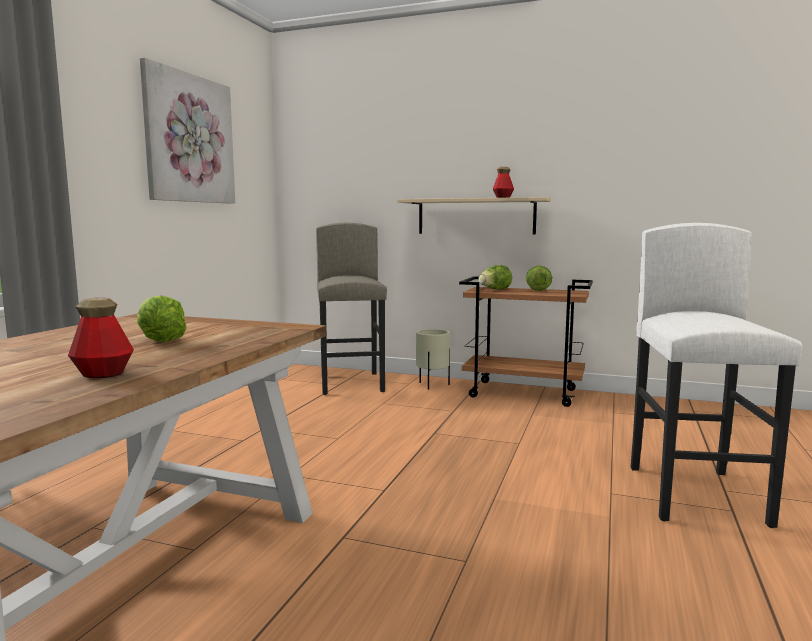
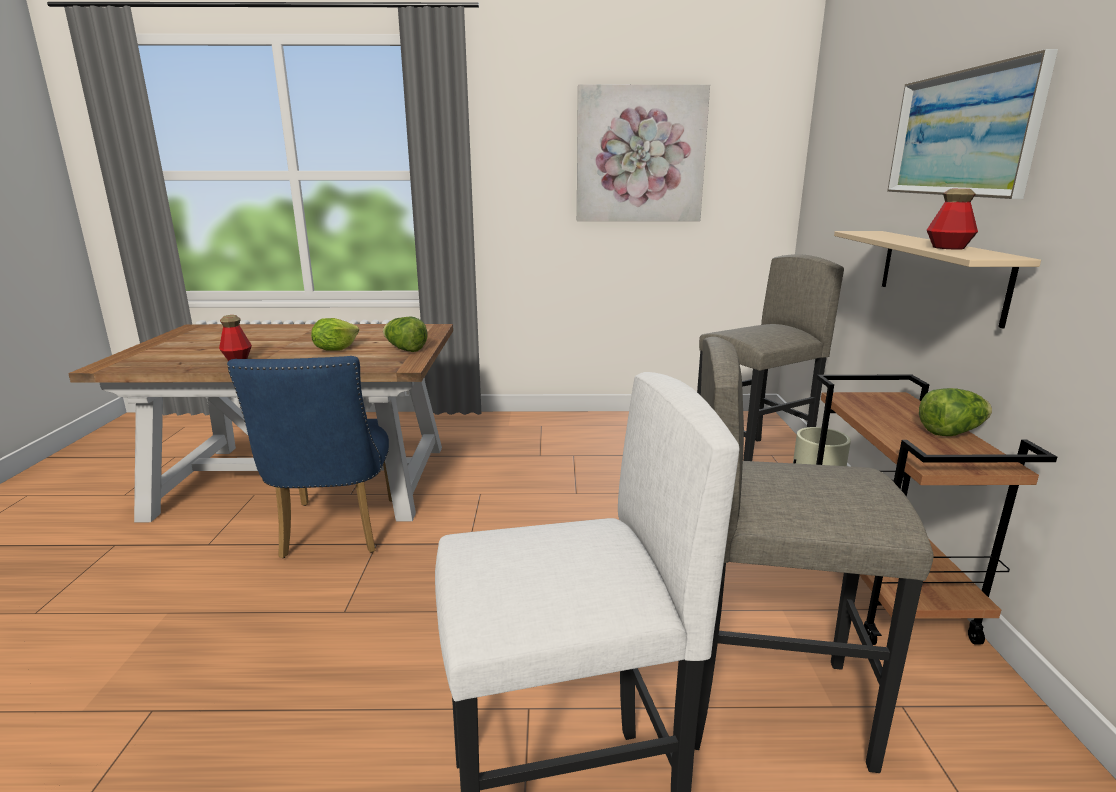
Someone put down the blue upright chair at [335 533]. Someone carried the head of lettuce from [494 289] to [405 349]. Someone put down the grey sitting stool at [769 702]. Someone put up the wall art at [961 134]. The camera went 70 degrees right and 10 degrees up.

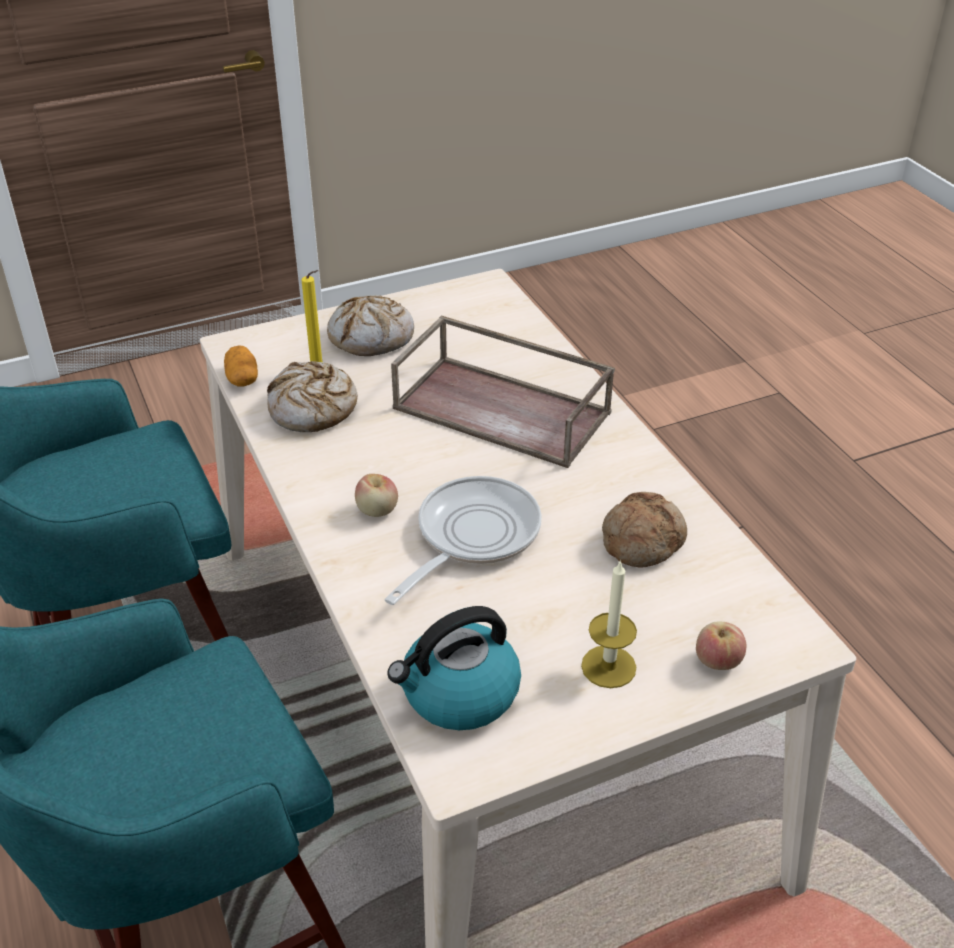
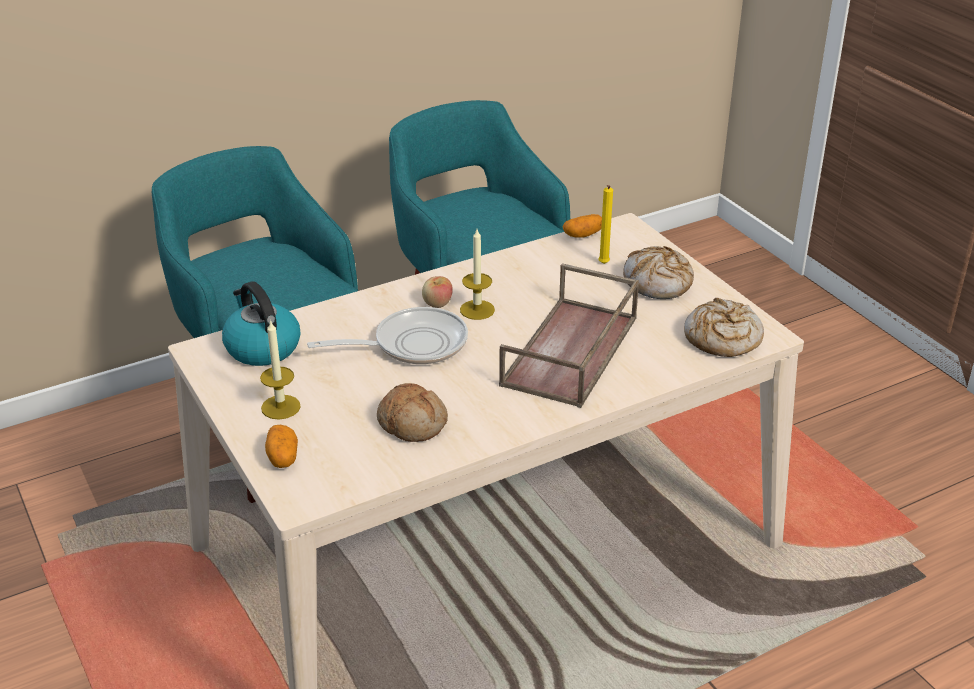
Someone swapped the whole apple at [717 661] for the spud at [282 457]. Someone rotated the pan at [471 536] by 45 degrees counterclockwise. Someone put down the wax candle at [477 310]. Someone carried the bakery bread from [312 408] to [722 339]. The camera went 85 degrees right and 5 degrees down.

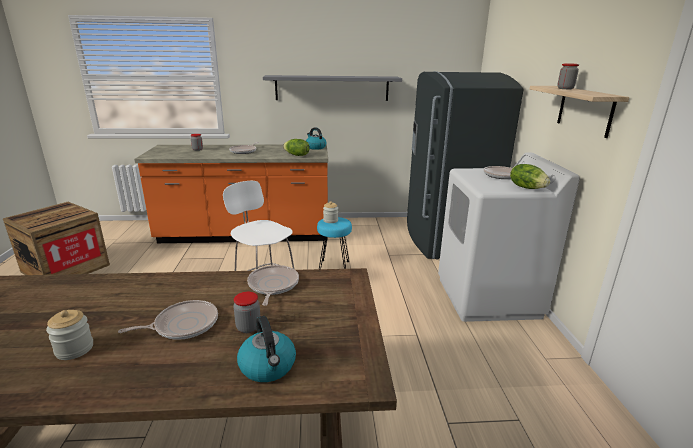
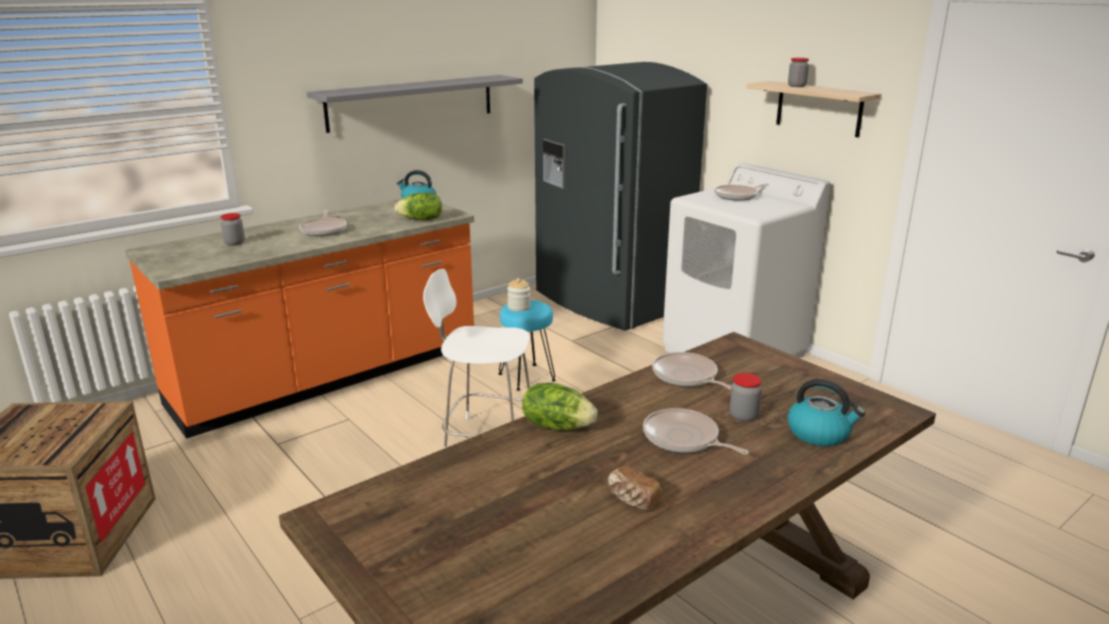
Someone carried the head of lettuce from [527 187] to [557 426]. Someone swapped the storage jar at [74 349] for the bakery bread at [633 500]. Someone rotated the pan at [183 325] by 75 degrees counterclockwise. The camera went 35 degrees left and 0 degrees up.

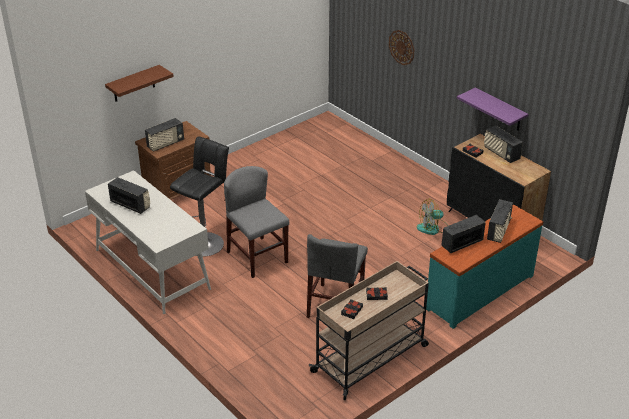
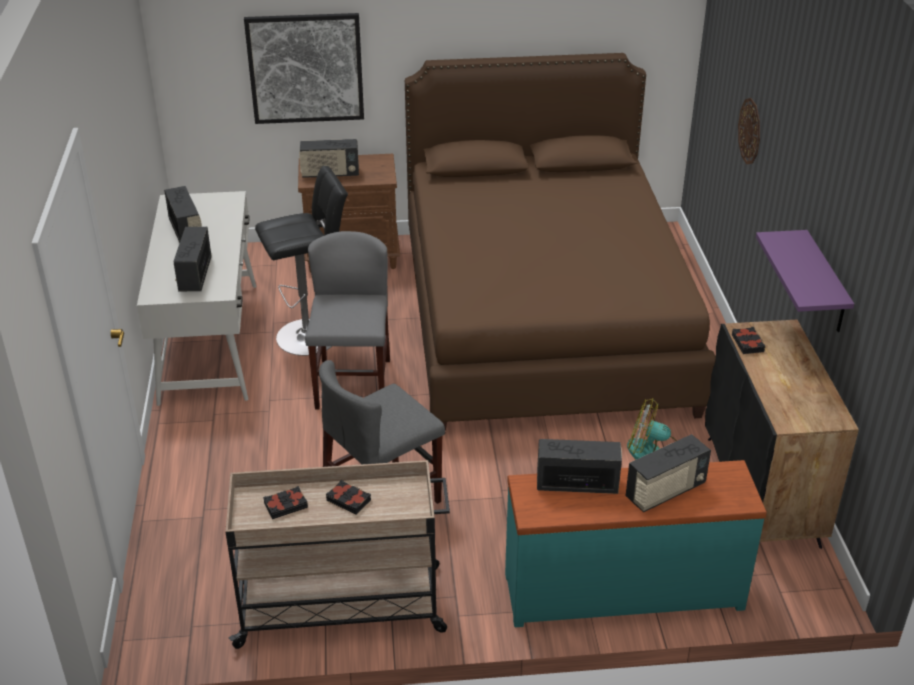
Someone carried the radio from [501 154] to [194 275]. Someone swapped the brown-coloured bracket shelf at [133 84] for the wall art at [305 68]. Someone put down the brown-coloured bedroom bed at [542 319]. The camera went 35 degrees right and 0 degrees up.

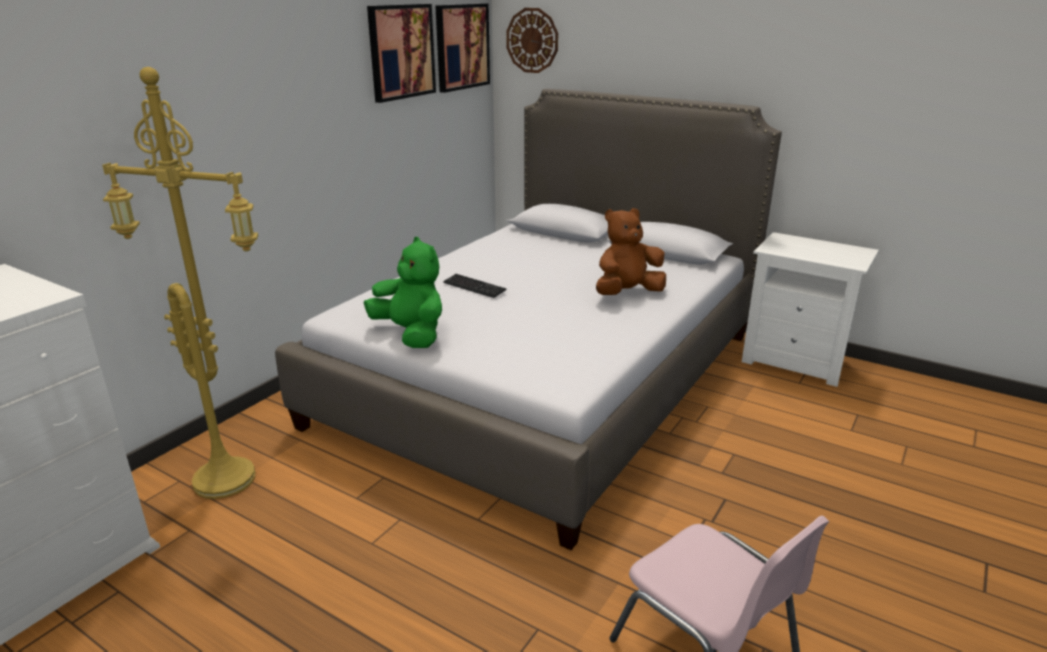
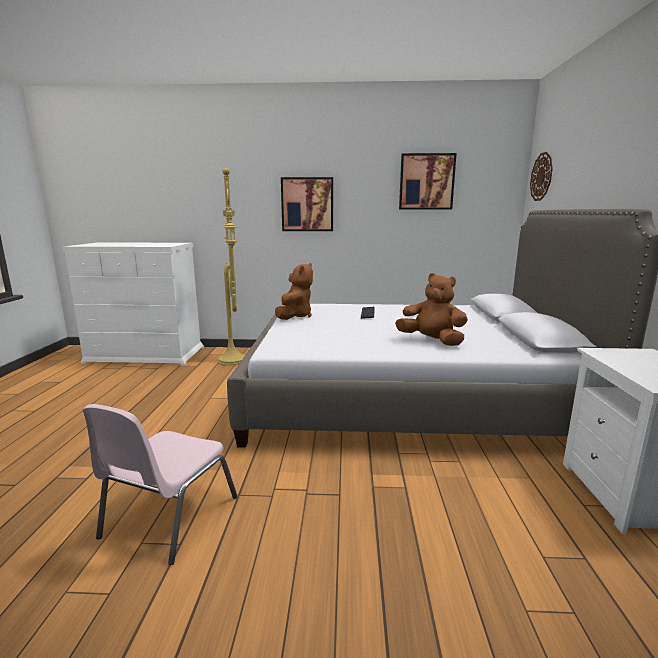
Someone repainted the greenish soft toy at [411 334], which became the brown-coloured soft toy at [295 316]. Someone carried the wall art from [462 47] to [307 204]. The camera went 60 degrees right and 10 degrees down.

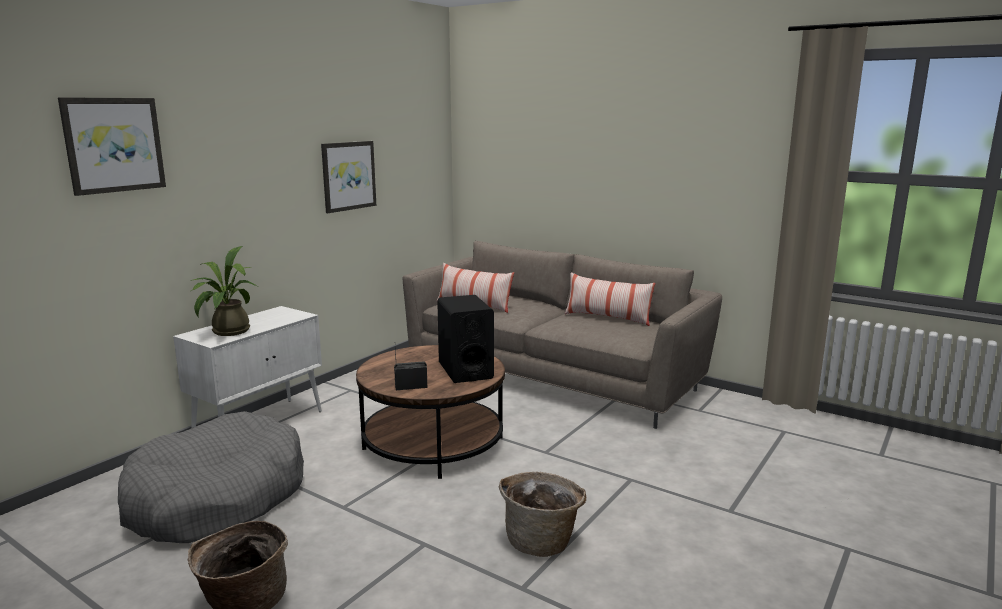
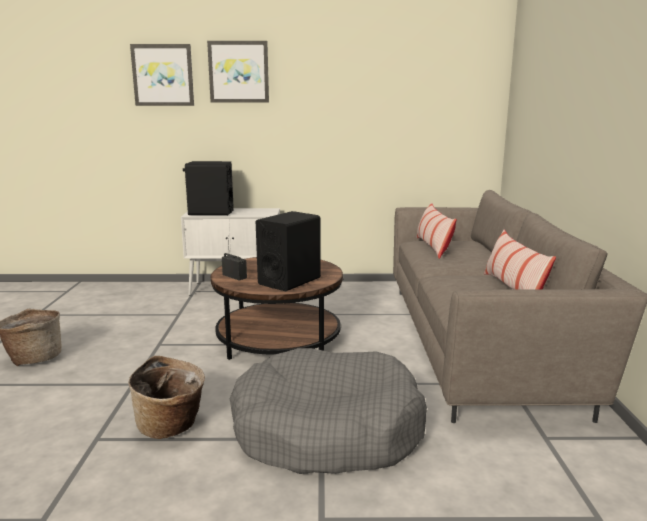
Someone swapped the houseplant at [227 332] for the black-coloured audio speaker at [210 212]. Someone carried the wall art from [348 176] to [238 72]. Someone carried the grey pet bed from [217 497] to [327 430]. The camera went 55 degrees right and 0 degrees up.

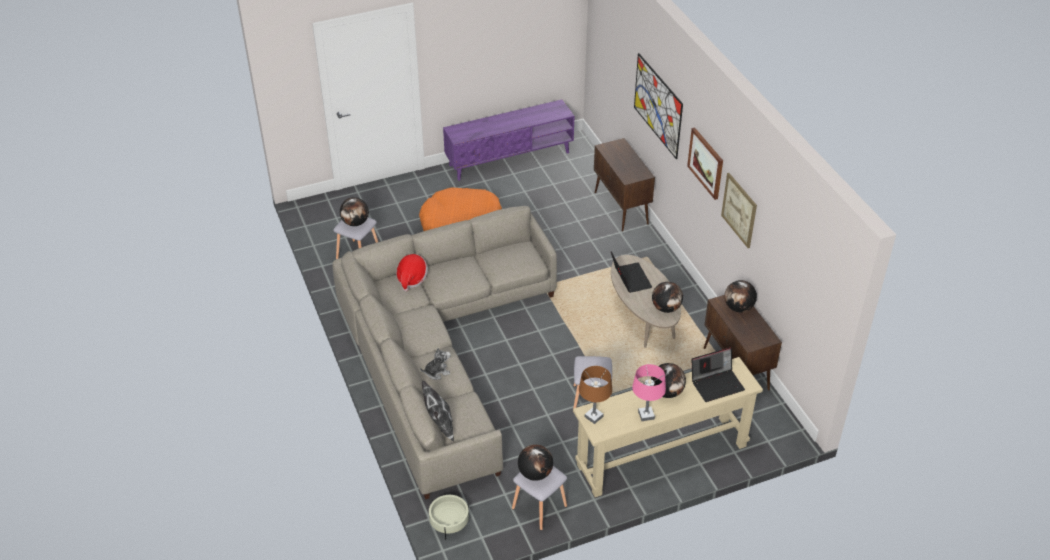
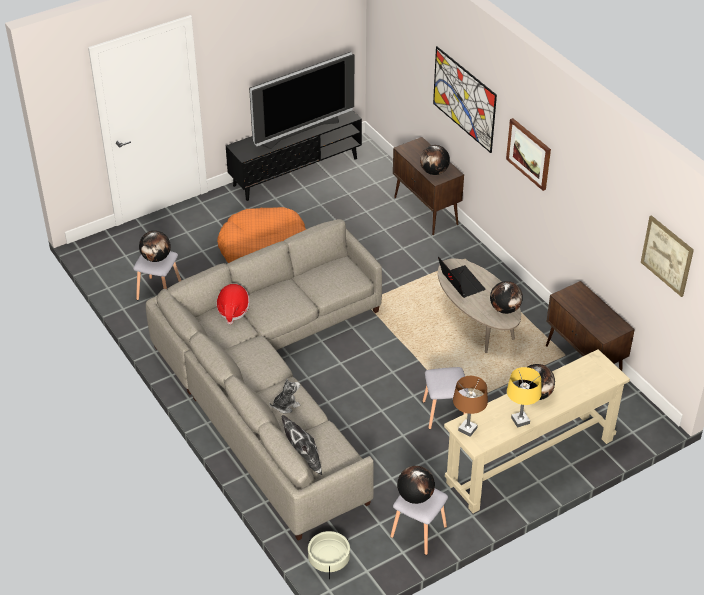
Someone repainted the purple media console at [509 158], which became the black-coloured media console at [296 171]. Someone put down the TV set at [301 131]. Someone carried the desk globe from [738 308] to [434 172]. Someone repainted the pinkish lamp for a table at [646 415], which became the yellow lamp for a table at [520 421]. Someone carried the wall art from [739 210] to [667 255]. Someone took away the portable computer at [717 383]. The camera went 10 degrees left and 0 degrees up.

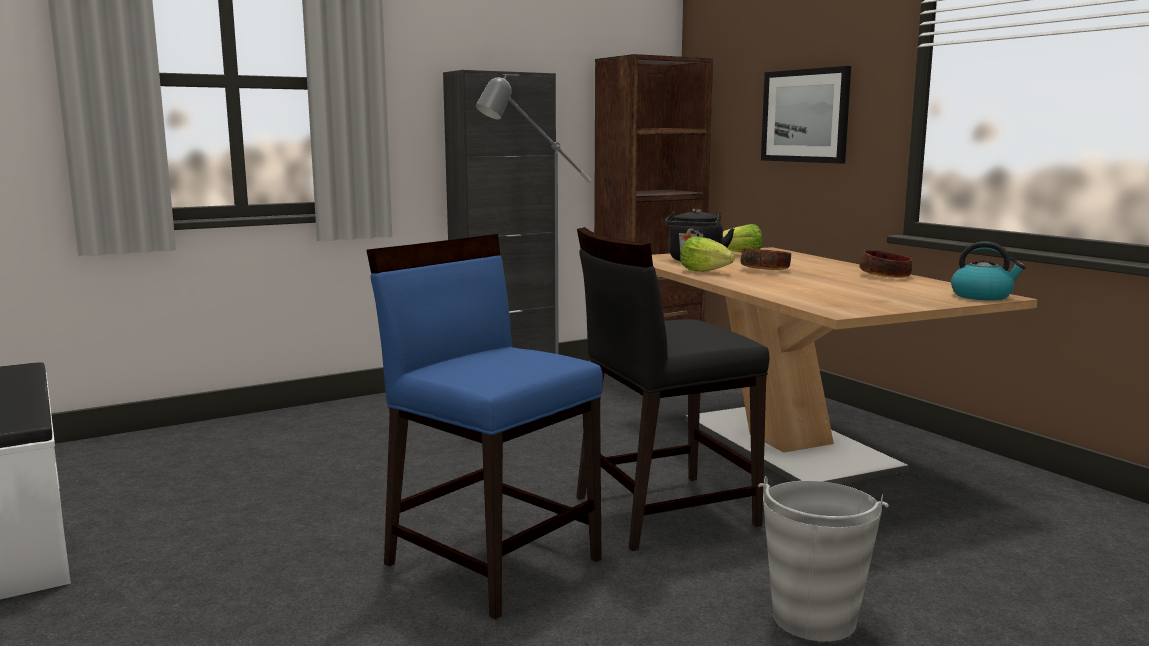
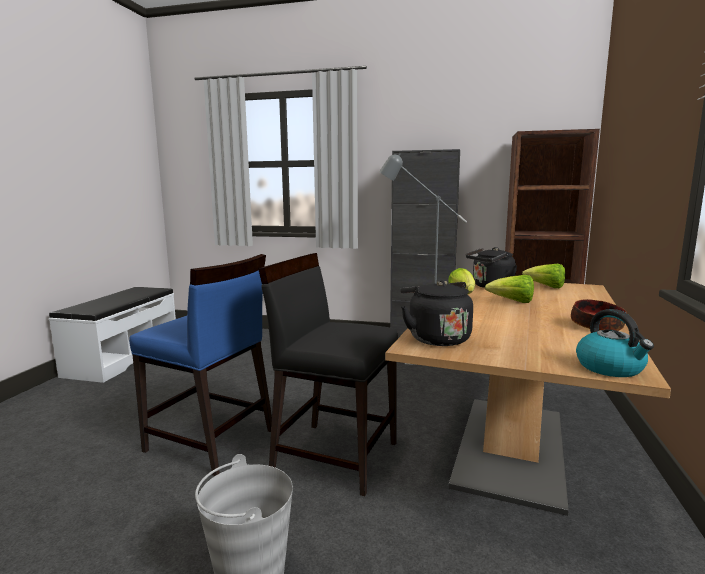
Someone rotated the blue upright chair at [492 560] by 120 degrees clockwise. Someone put down the black-coloured kettle at [436 338]. Someone swapped the bowl at [765 270] for the head of lettuce at [512 302]. Someone took away the wall art at [805 116]. The camera went 45 degrees right and 0 degrees up.

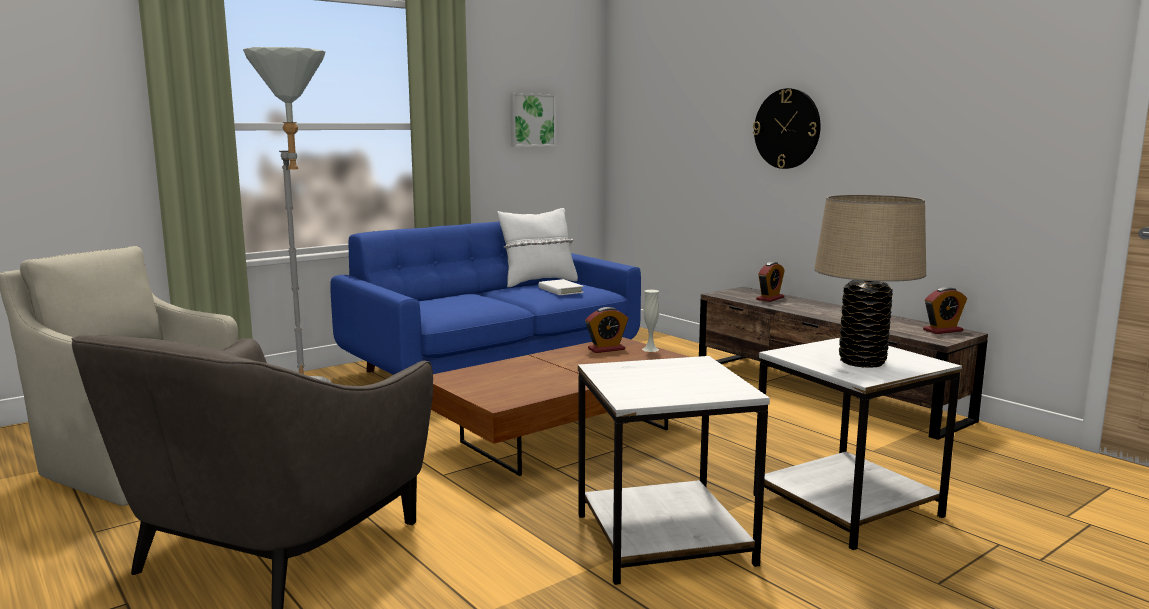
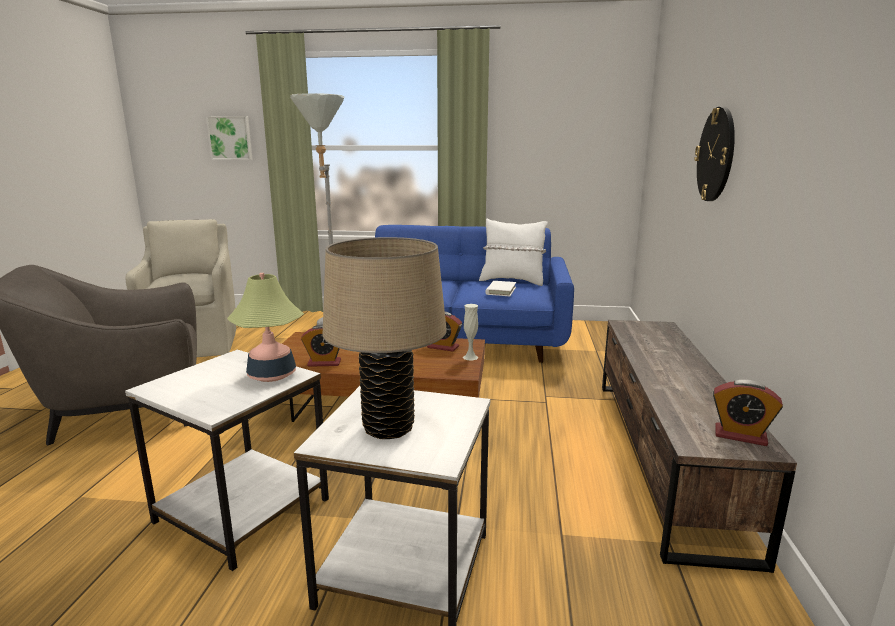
Someone carried the wall art from [531 120] to [230 138]. Someone put down the lamp for a table at [271 375]. Someone carried the bedside clock from [770 298] to [324 363]. The camera went 45 degrees right and 5 degrees up.

